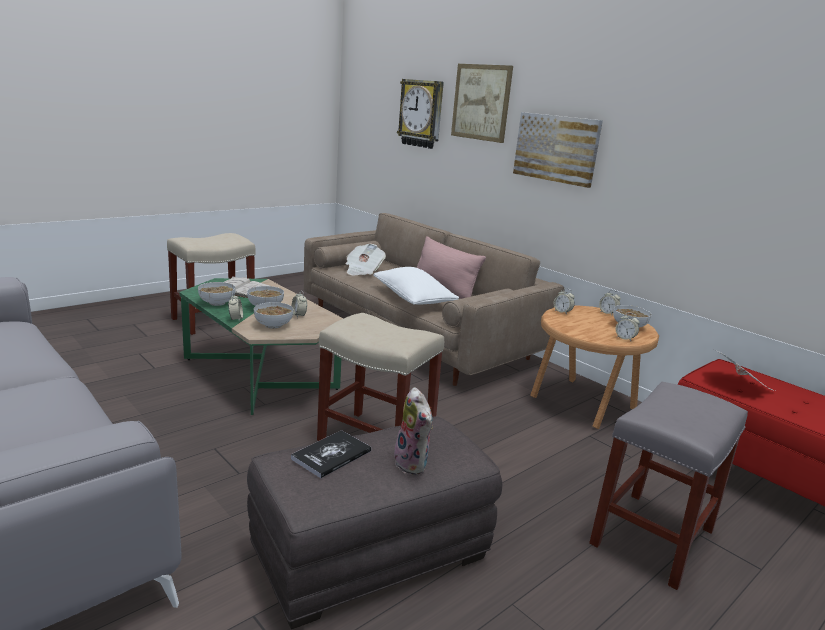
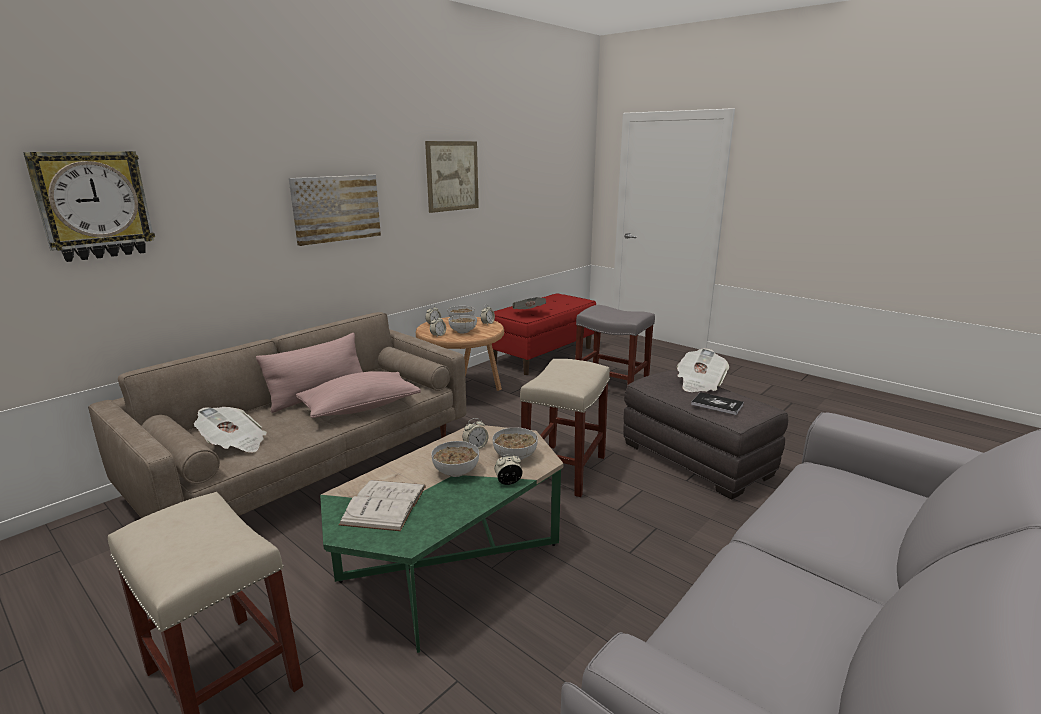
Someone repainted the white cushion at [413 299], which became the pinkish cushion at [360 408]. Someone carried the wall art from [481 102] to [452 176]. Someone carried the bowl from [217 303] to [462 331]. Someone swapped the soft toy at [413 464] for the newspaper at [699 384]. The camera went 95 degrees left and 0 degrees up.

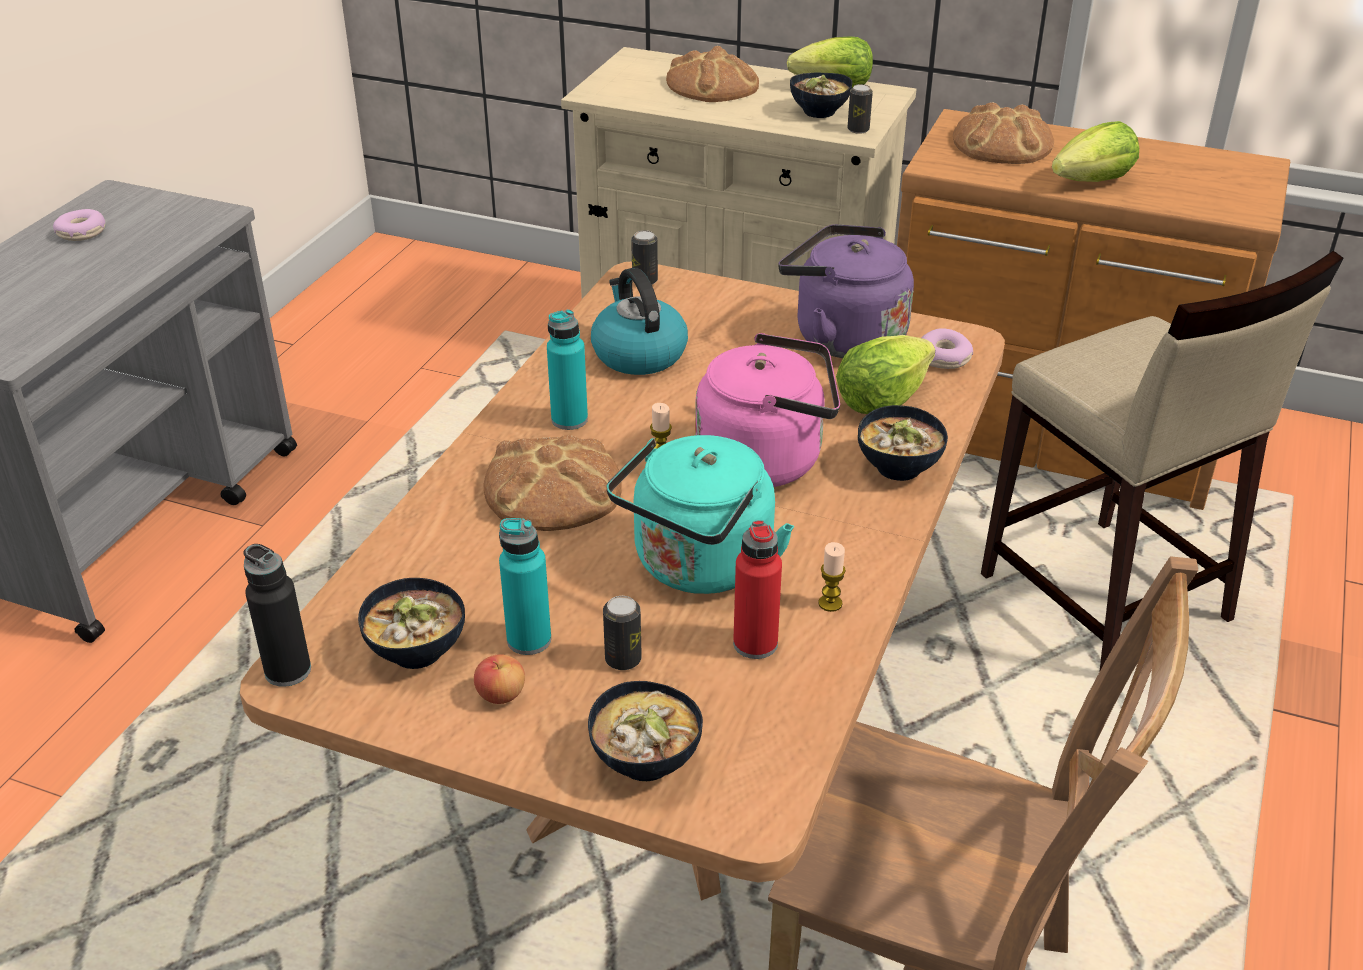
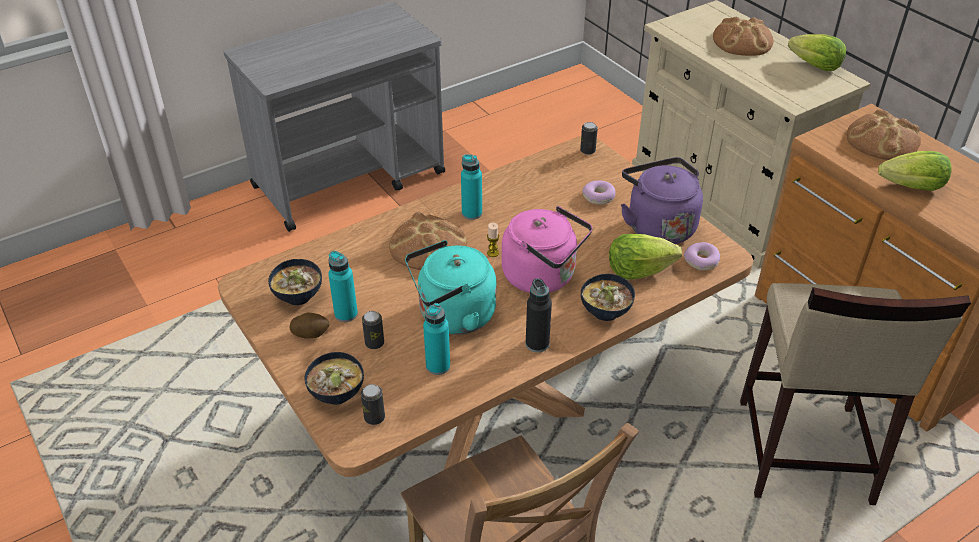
Someone swapped the whole apple at [501 695] for the spud at [310 333]. Someone carried the sealed can from [858 129] to [374 417]. Someone repainted the reddish drink bottle at [755 644], which became the blue-green drink bottle at [438 366]. Someone carried the black-coloured drink bottle from [288 671] to [537 343]. Someone carried the doughnut from [82 233] to [598 197]. Someone took away the kettle at [638 354]. Someone took away the bowl at [818 111]. Someone took away the wax candle at [830 603]. The camera went 35 degrees right and 5 degrees up.

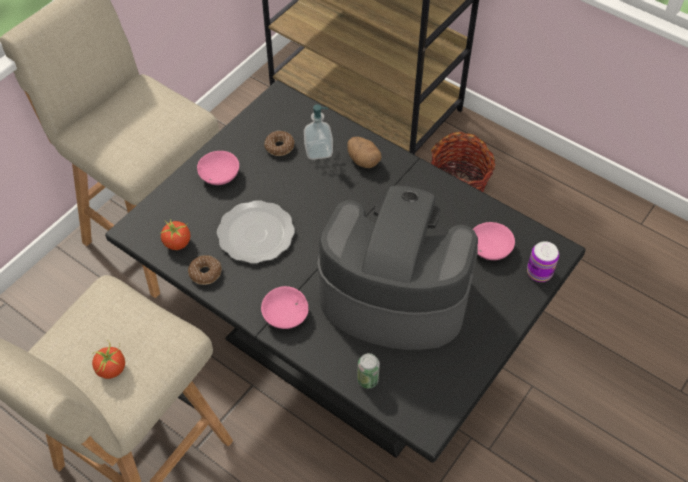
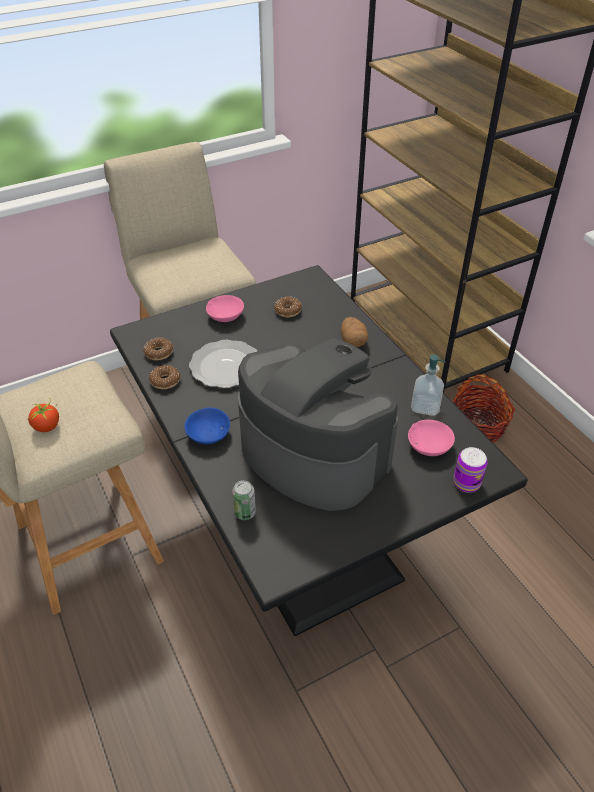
Someone swapped the fresh tomato at [177 243] for the doughnut at [159 353]. Someone repainted the pinkish bowl at [284 314], which became the blue bowl at [207 433]. Someone carried the soap dispenser from [318 151] to [425 406]. The camera went 25 degrees right and 10 degrees down.

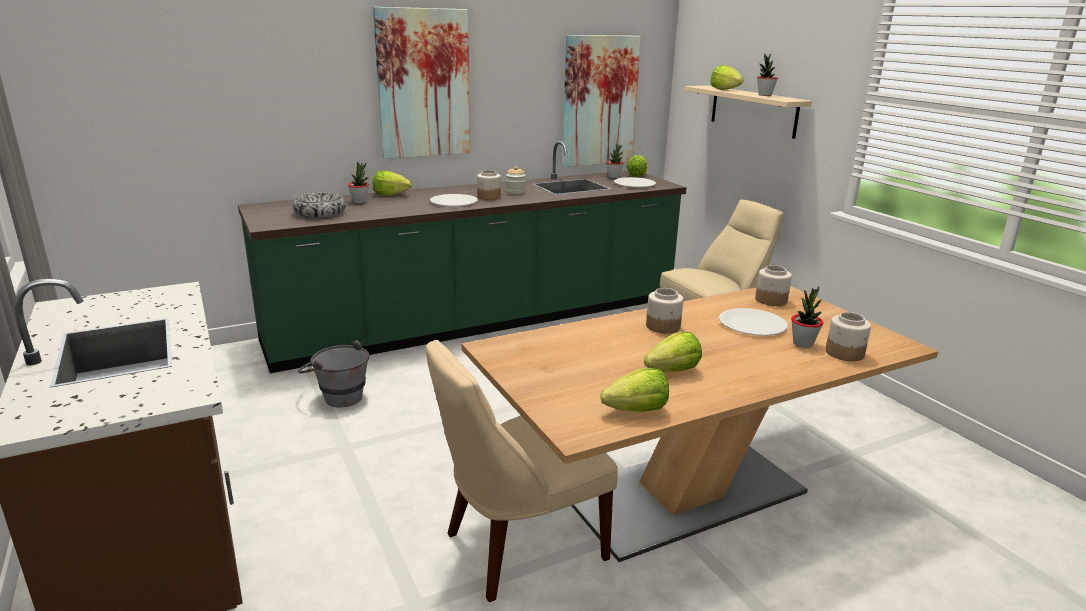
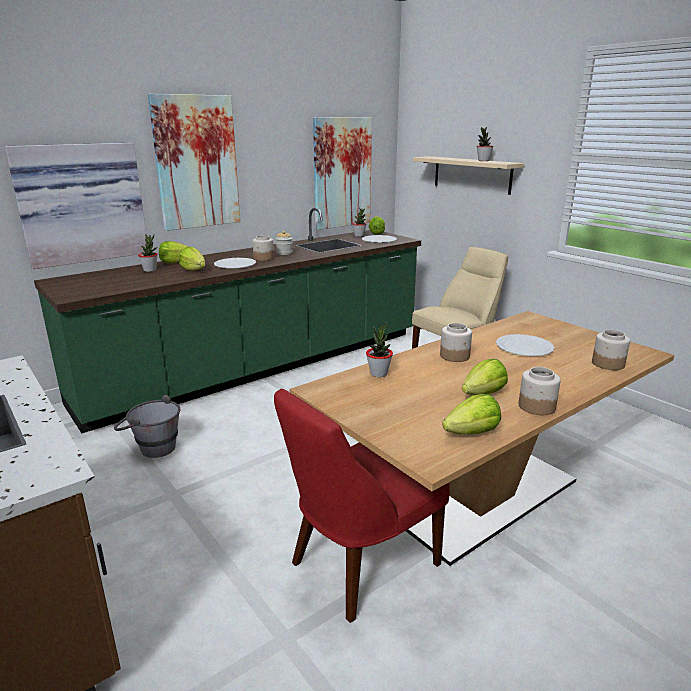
Someone put up the wall art at [81 203]. Someone carried the head of lettuce from [725 89] to [194 270]. Someone repainted the beige upright chair at [518 547], which became the reddish upright chair at [359 566]. Someone carried the houseplant from [803 343] to [378 373]. Someone carried the storage jar from [770 300] to [536 406]. Someone took away the bowl at [320 213]. The camera went 10 degrees left and 0 degrees up.

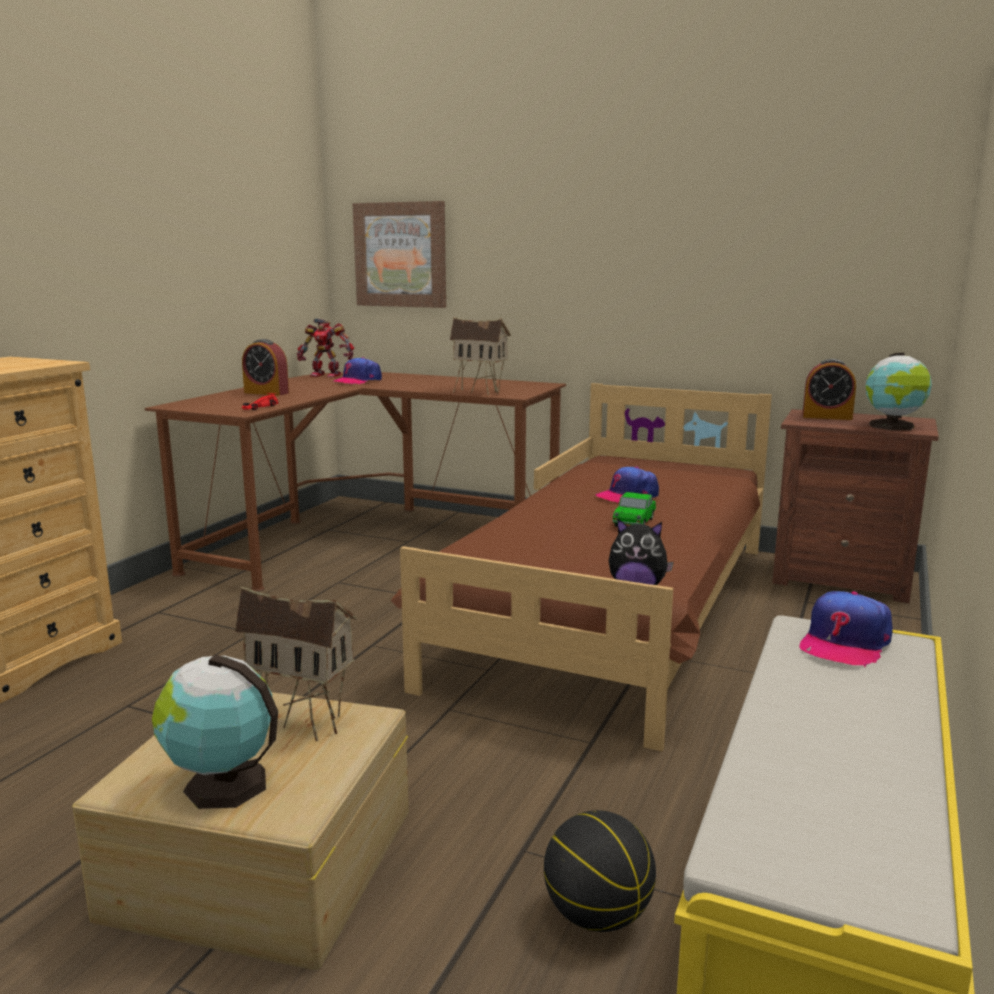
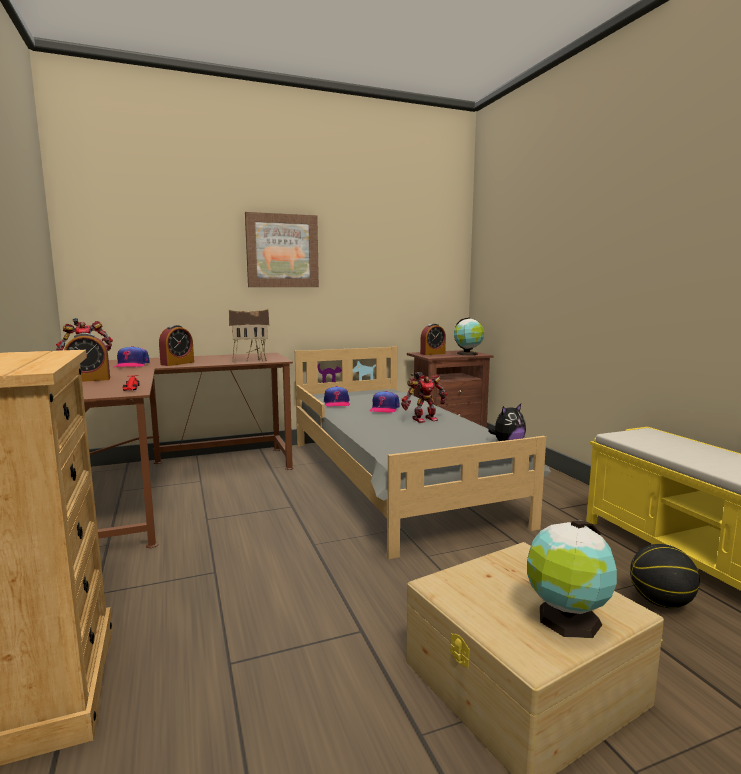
Someone put down the bedside clock at [177 363]. Someone carried the wall art from [401 255] to [282 251]. Someone repainted the brown-coloured bedroom bed at [616 611], which became the grey bedroom bed at [395 479]. Someone carried the peaked cap from [844 643] to [336 403]. Someone swapped the model car at [634 522] for the model robot at [423 419]. Someone took away the miniature house at [303 722]. The camera went 45 degrees left and 5 degrees down.

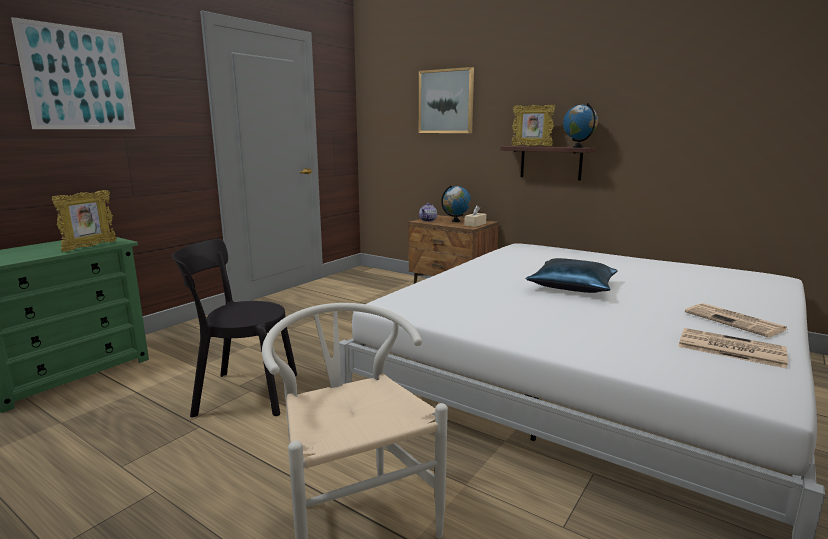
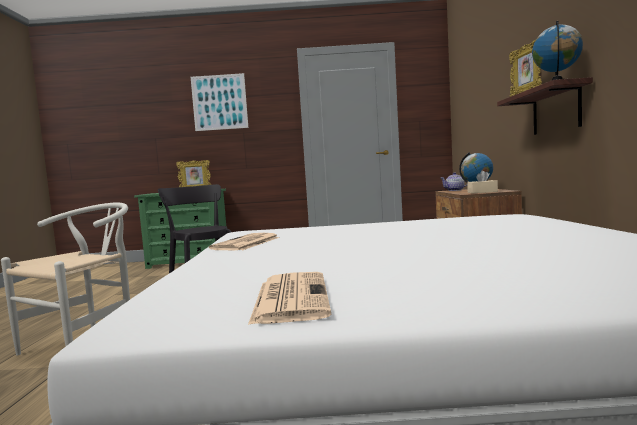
Someone carried the newspaper from [735 321] to [246 243]. Someone took away the wall art at [446 101]. Someone took away the blue cushion at [573 286]. The camera went 55 degrees right and 10 degrees down.

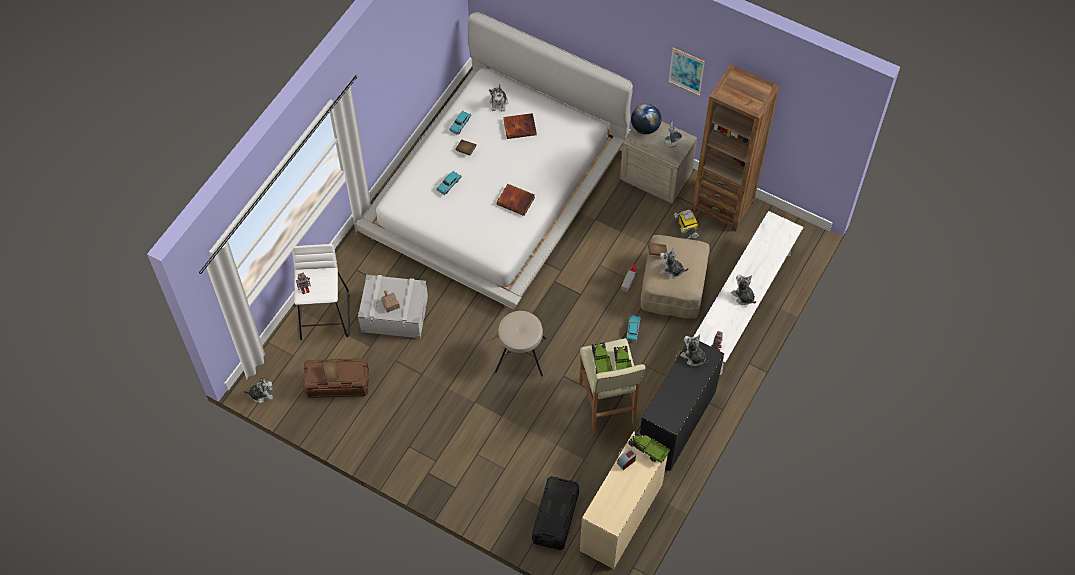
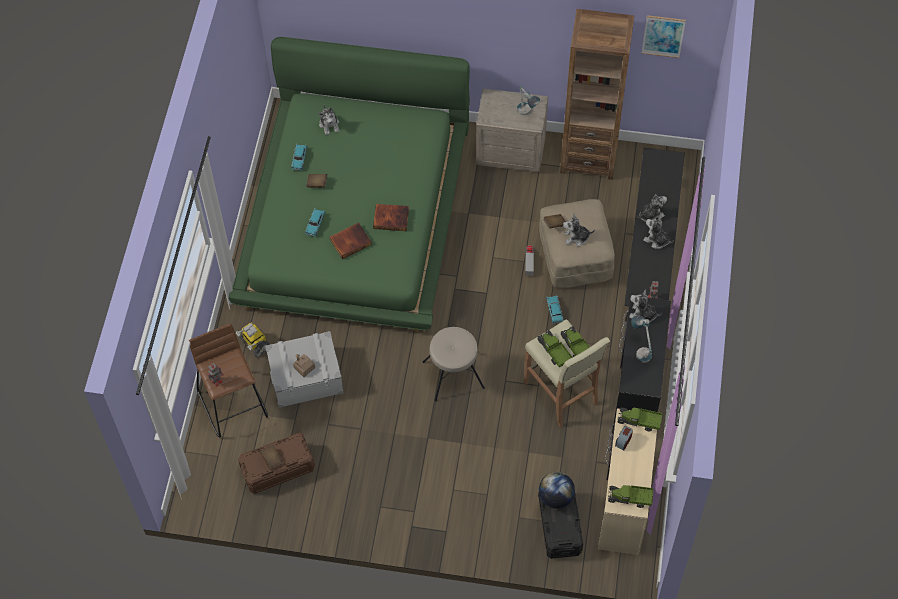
Someone repainted the white sitting stool at [325 315], which became the brown-coloured sitting stool at [233 403]. Someone repainted the white bedroom bed at [496 188], which became the greenish bedroom bed at [354 214]. Someone carried the model robot from [686 229] to [254 343]. Someone carried the bound book from [520 126] to [350 241]. Someone carried the desk globe from [645 128] to [555 497]. Someone put down the toy truck at [630 498]. Someone repainted the white bench at [742 306], which became the black-coloured bench at [651 252]. Someone put down the lamp for a table at [640 349]. Someone carried the soft toy from [261 394] to [650 215]. Someone carried the wall art from [686 71] to [663 36]. The camera went 20 degrees left and 0 degrees up.

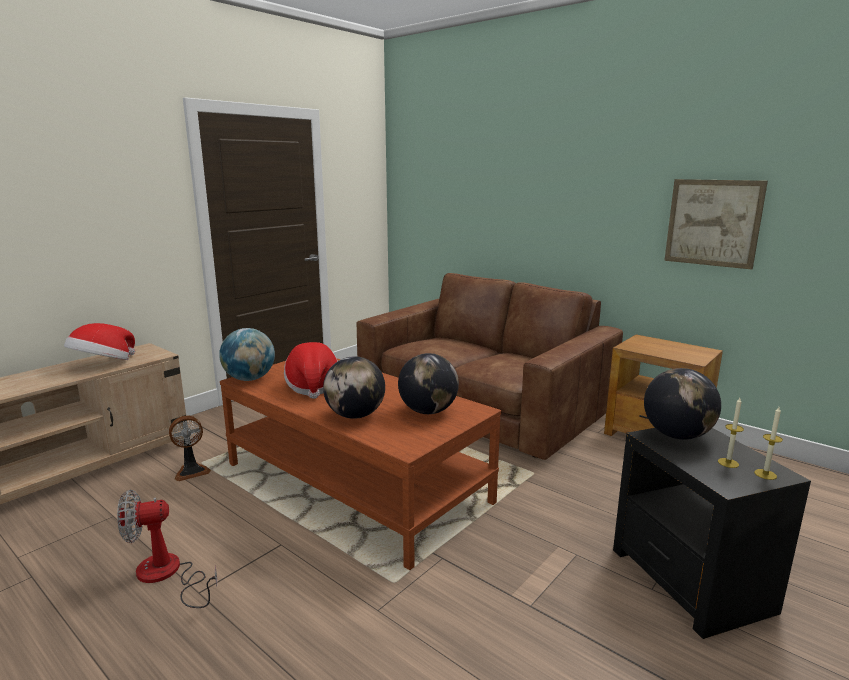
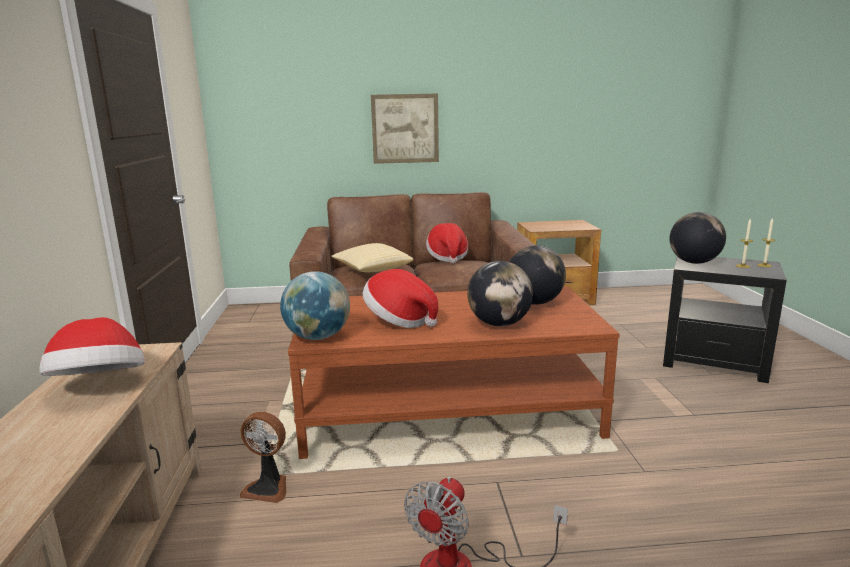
Someone rotated the cooling fan at [191 471] by 90 degrees clockwise. Someone put down the cushion at [372 270]. Someone carried the wall art from [713 223] to [405 128]. Someone put down the wearable hat at [447 257]. The camera went 45 degrees left and 0 degrees up.

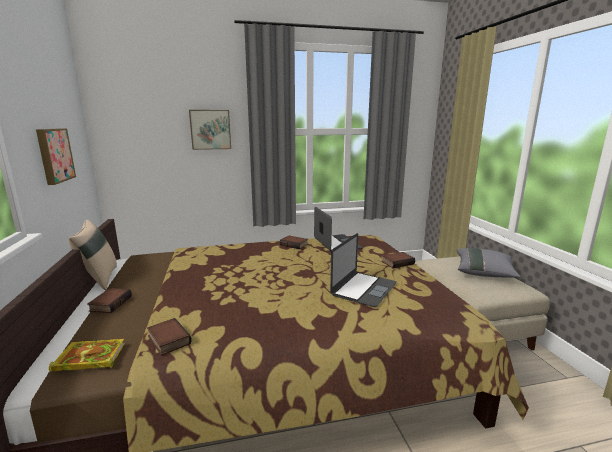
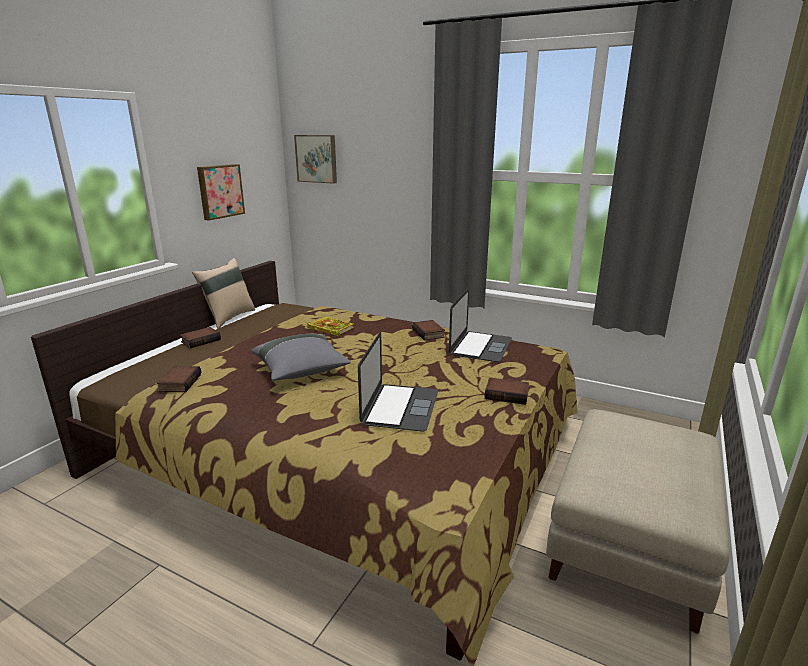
Someone carried the grey cushion from [484 273] to [301 371]. Someone carried the wall art from [210 129] to [317 158]. Someone carried the bound book from [88 358] to [330 328]. Someone rotated the portable computer at [364 288] by 60 degrees counterclockwise. The camera went 40 degrees right and 5 degrees up.

